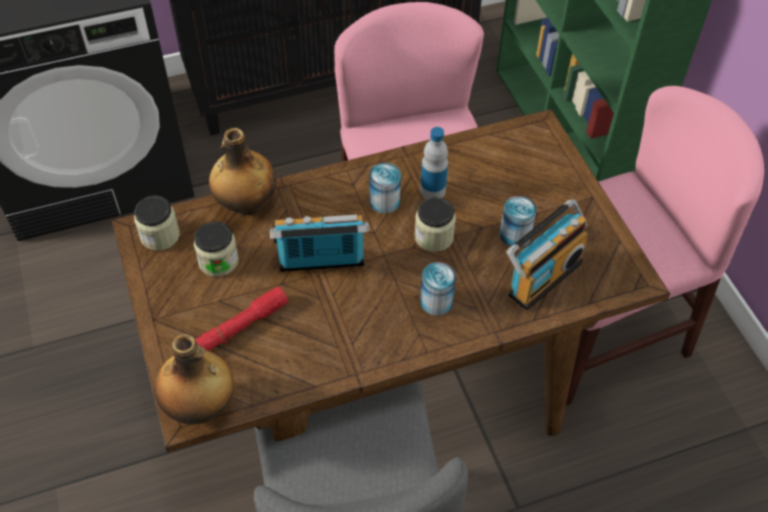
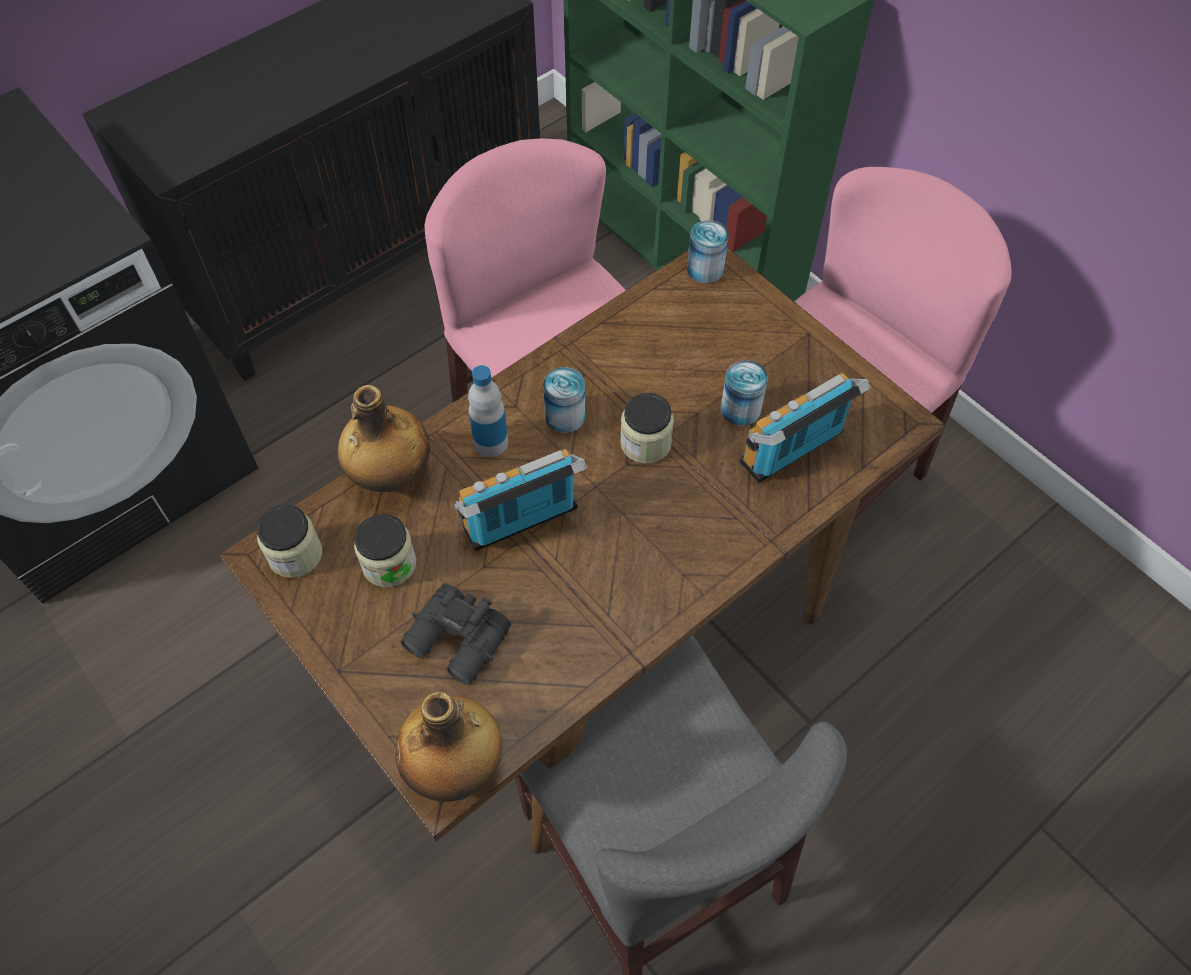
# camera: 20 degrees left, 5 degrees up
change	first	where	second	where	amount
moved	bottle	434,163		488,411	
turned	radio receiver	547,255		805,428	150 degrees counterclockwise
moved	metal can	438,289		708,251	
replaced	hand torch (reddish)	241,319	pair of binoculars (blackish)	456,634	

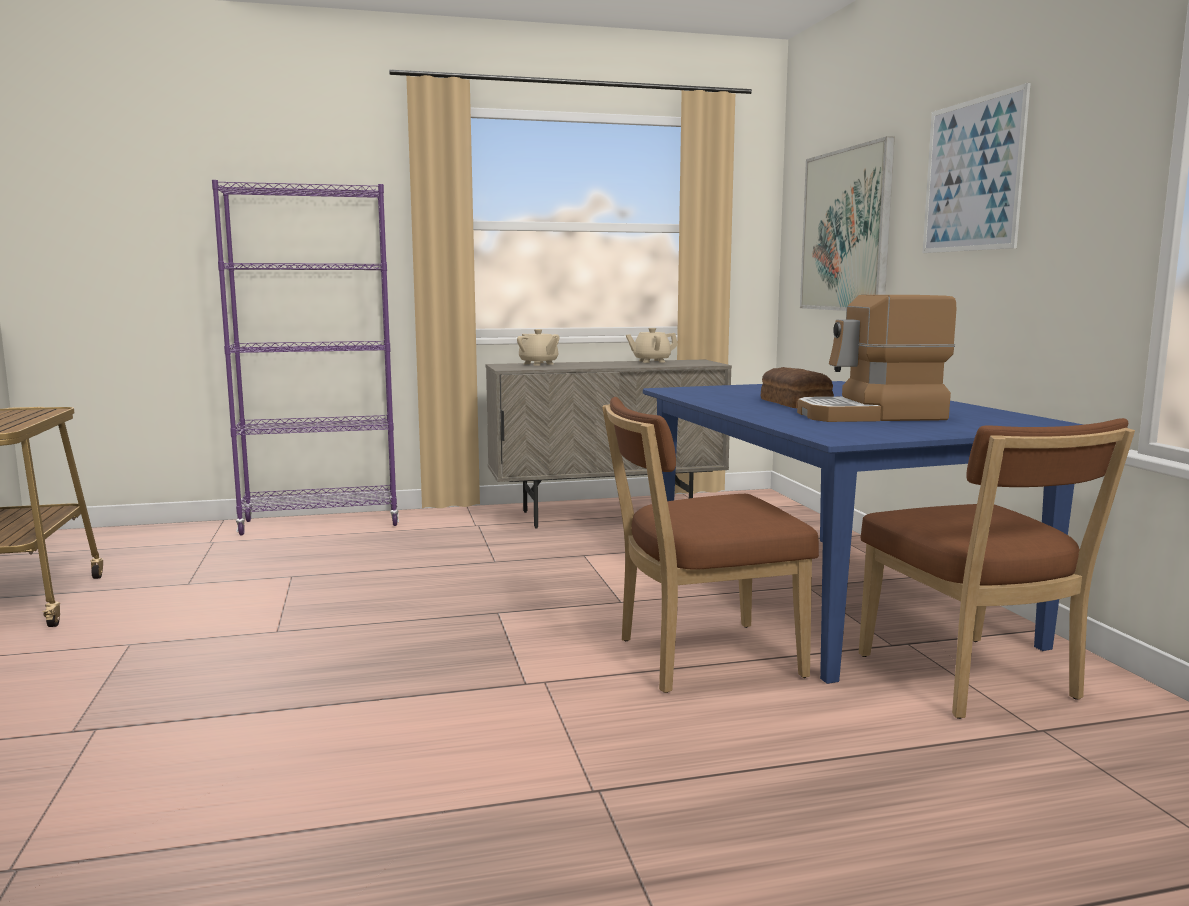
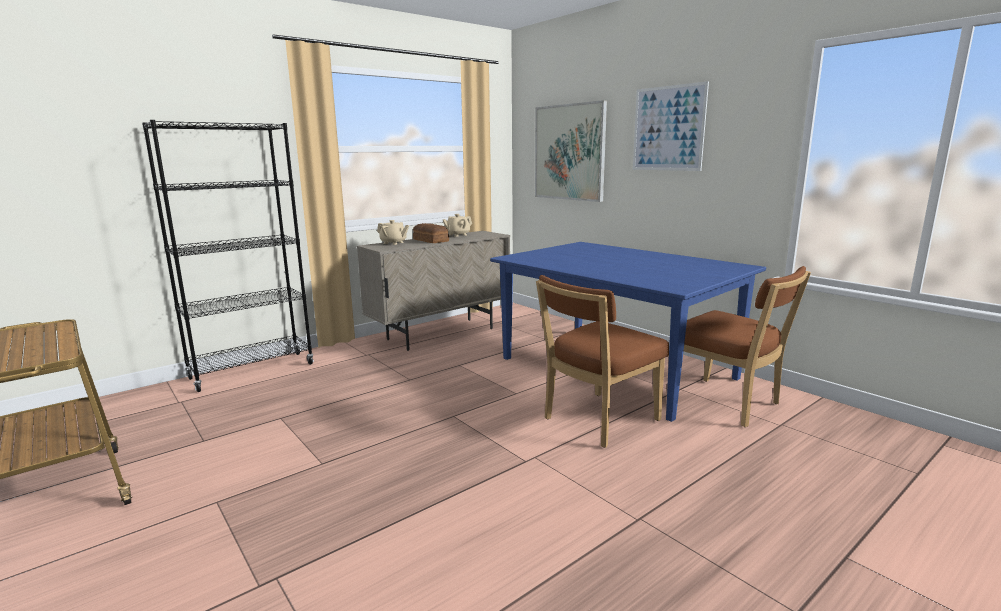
# camera: 25 degrees left, 5 degrees up
change	first	where	second	where	amount
recoloured	bookshelf (purplish)	305,357	bookshelf (blackish)	228,256	
removed	coffee brewer	877,358			
moved	baked bread	797,387		431,233	

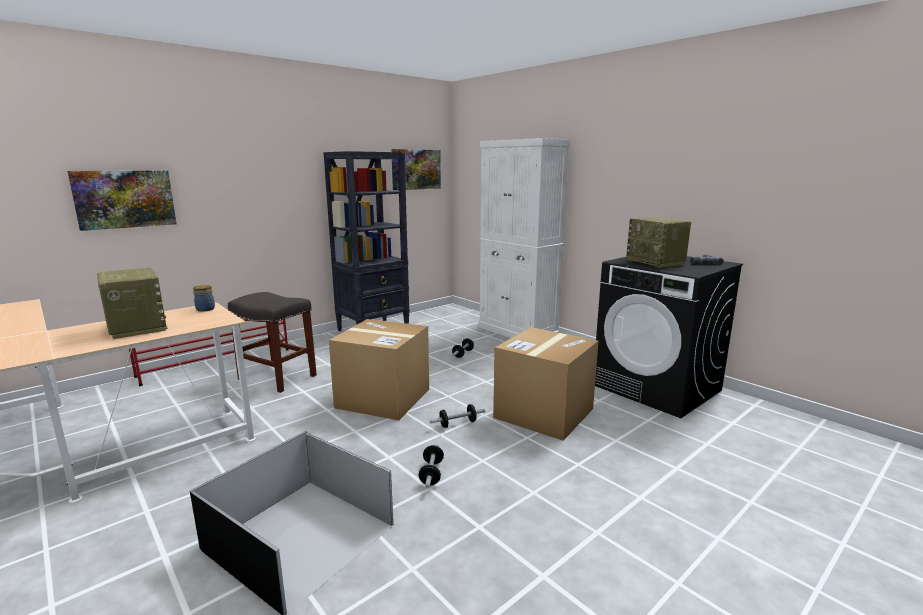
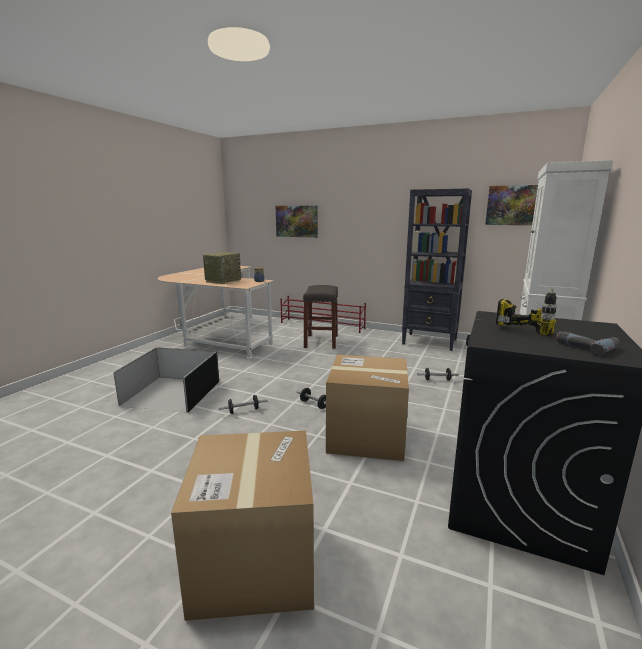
# camera: 65 degrees right, 0 degrees up
change	first	where	second	where	amount
replaced	radio receiver	658,242	drill	526,312	
moved	carton	379,369		242,525	

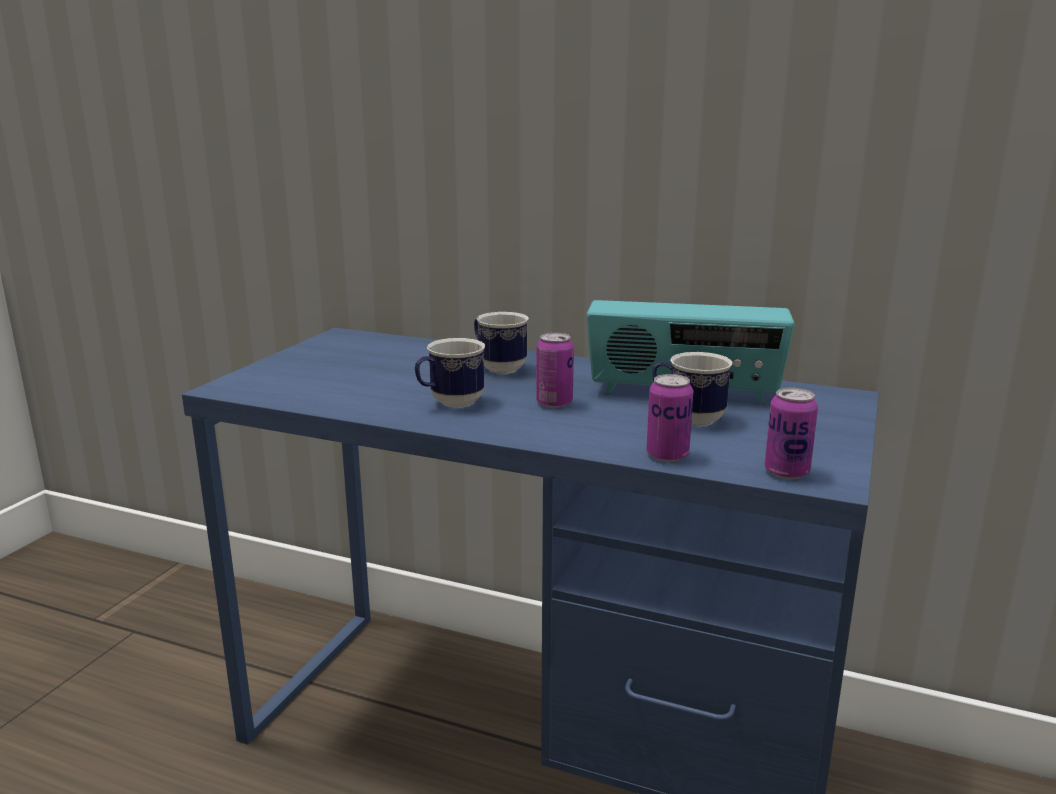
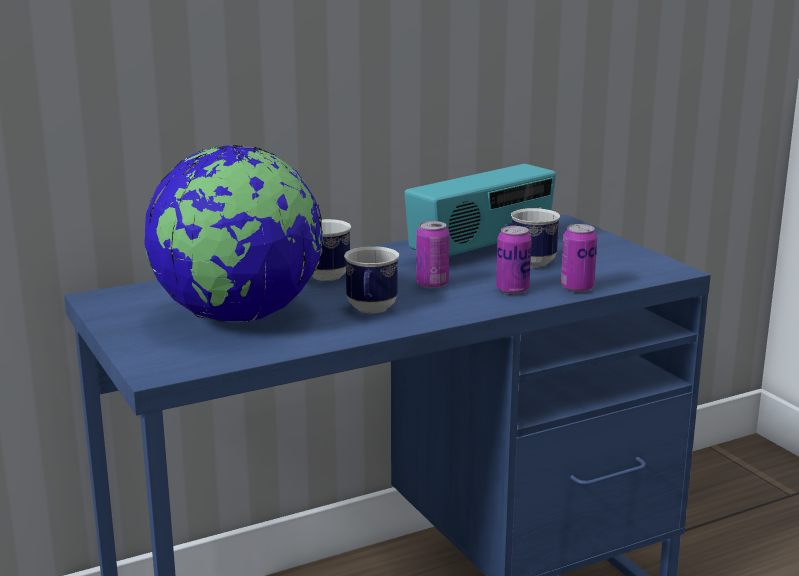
# camera: 50 degrees left, 0 degrees up
change	first	where	second	where	amount
moved	metal can	791,433		514,260	
added			desk globe	233,233	

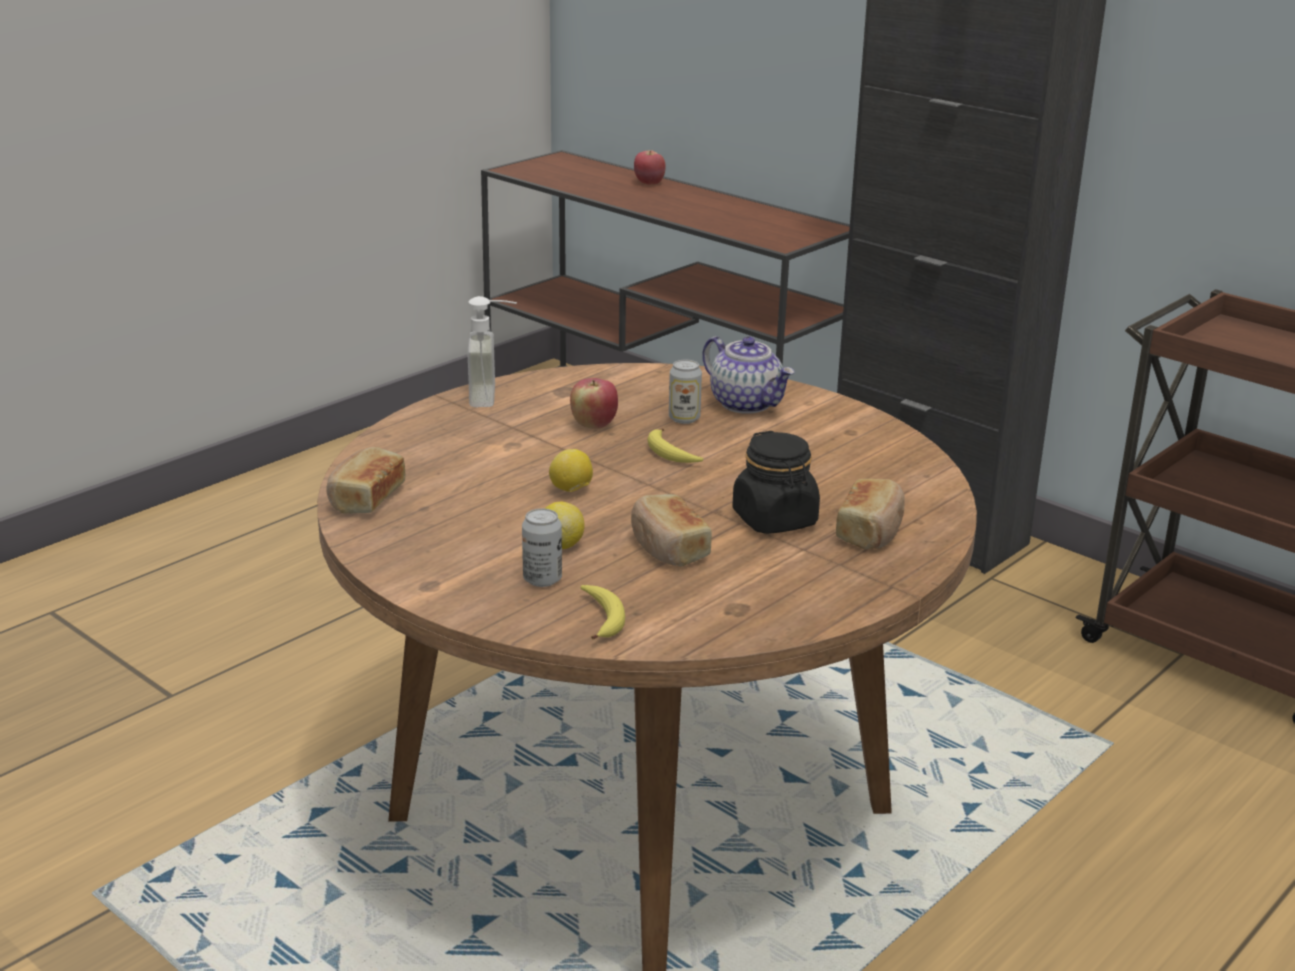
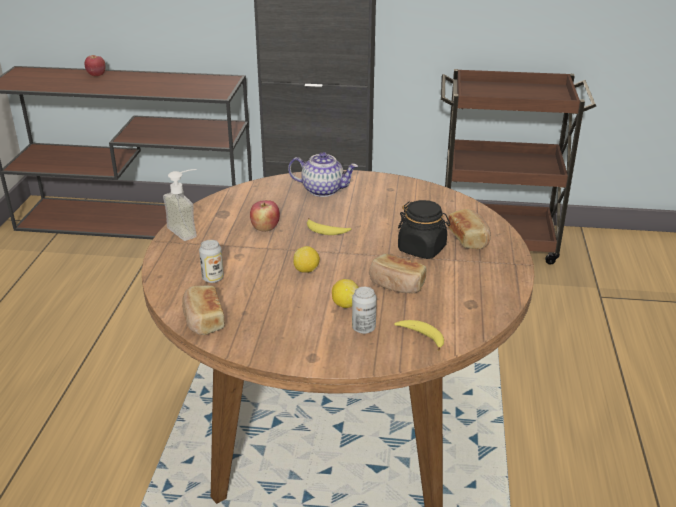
# camera: 35 degrees left, 5 degrees up
change	first	where	second	where	amount
moved	metal can	685,392		211,261	

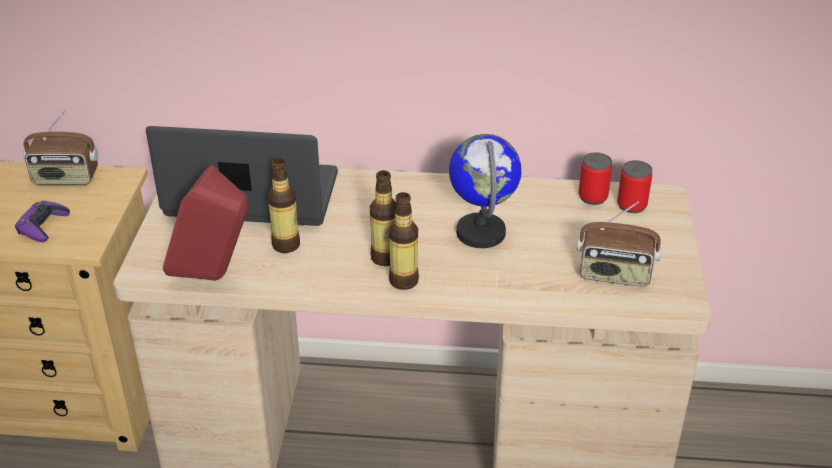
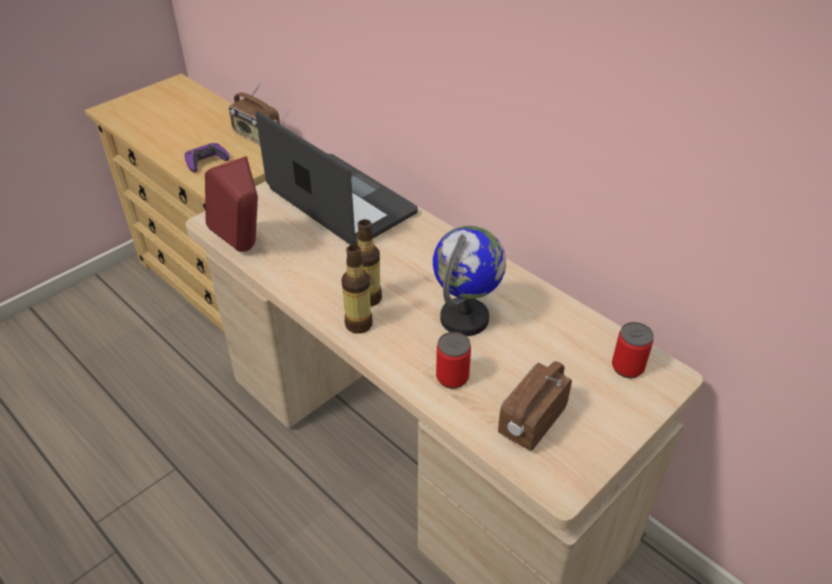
# camera: 40 degrees right, 5 degrees up
change	first	where	second	where	amount
moved	metal can	595,178		453,360	
removed	bottle	283,205			
turned	radio receiver	619,244		535,406	75 degrees clockwise

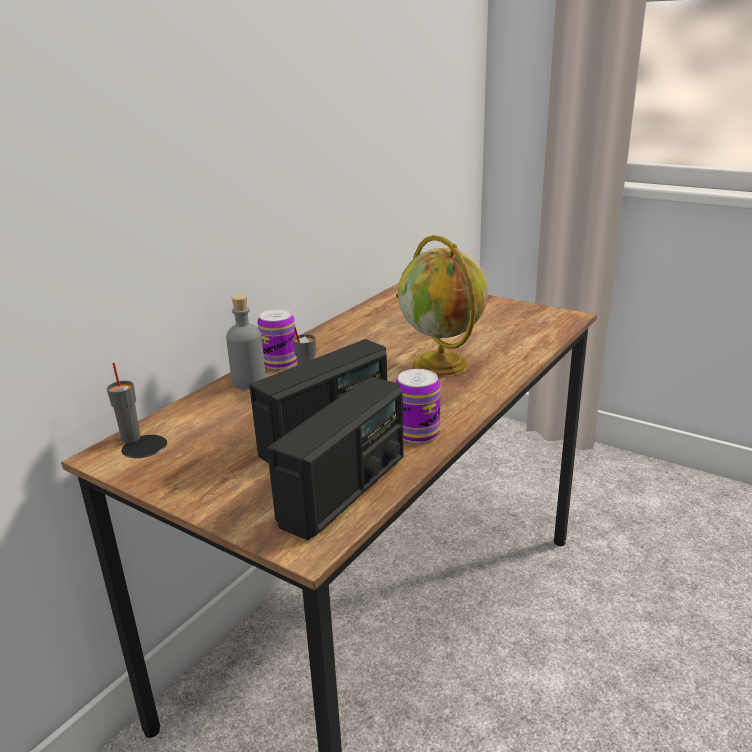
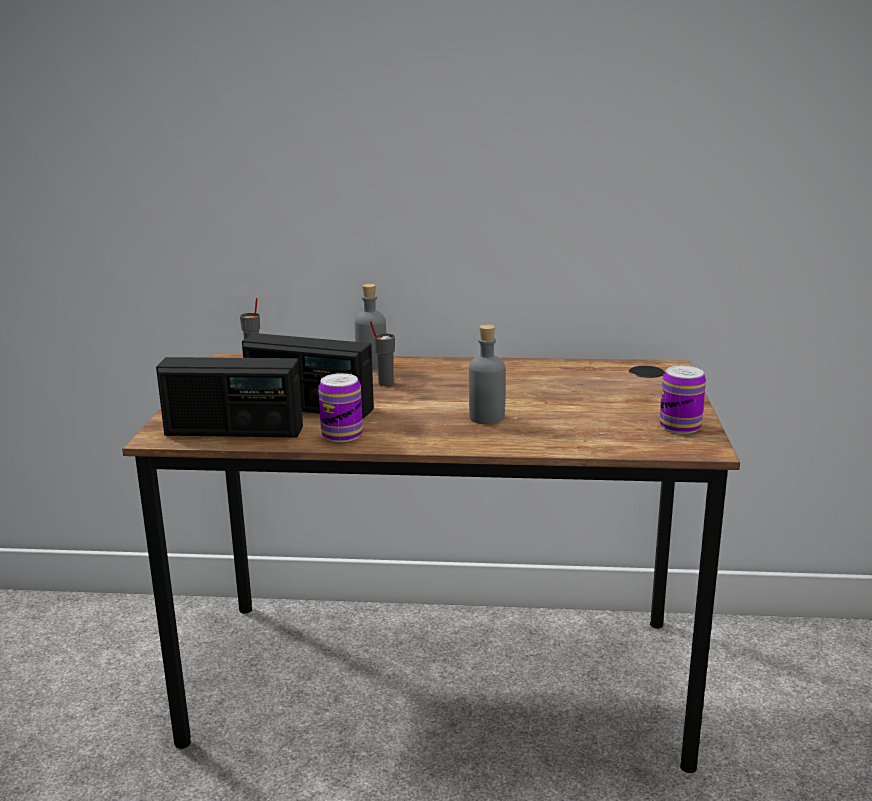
# camera: 60 degrees right, 5 degrees down
change	first	where	second	where	amount
replaced	desk globe	443,305	bottle (greyish)	487,374	
moved	metal can	277,339		683,400	

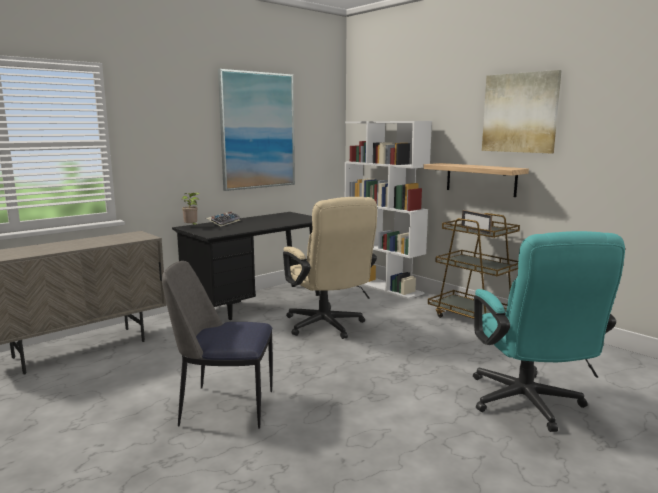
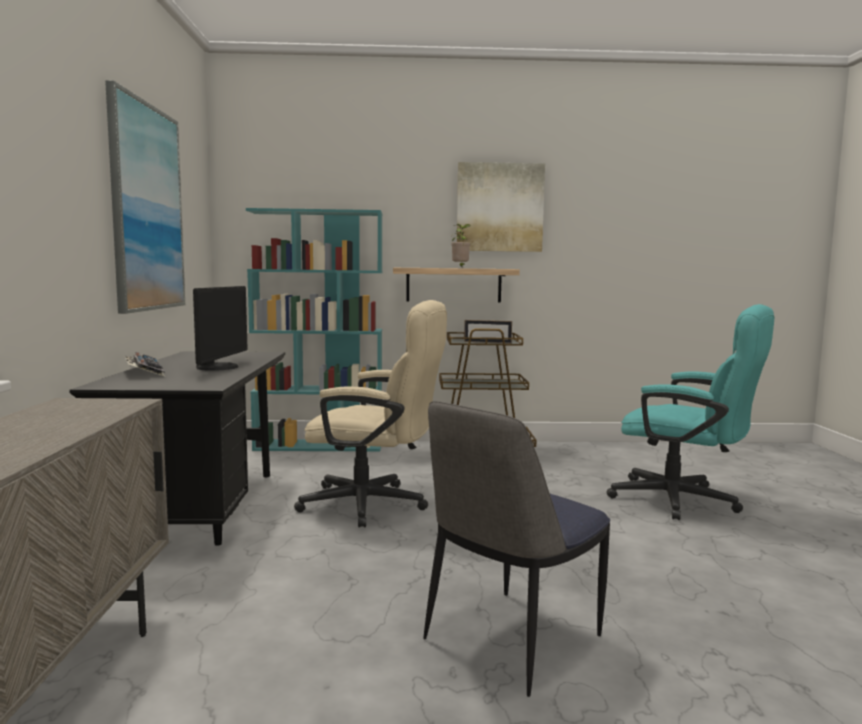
# camera: 50 degrees left, 5 degrees down
change	first	where	second	where	amount
recoloured	bookshelf (whitish)	388,210	bookshelf (blue-green)	314,329	
moved	plant in a pot	191,208		460,245	
added			computer display	220,328	

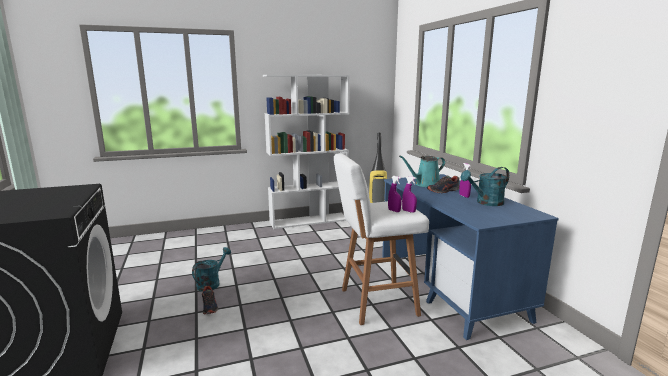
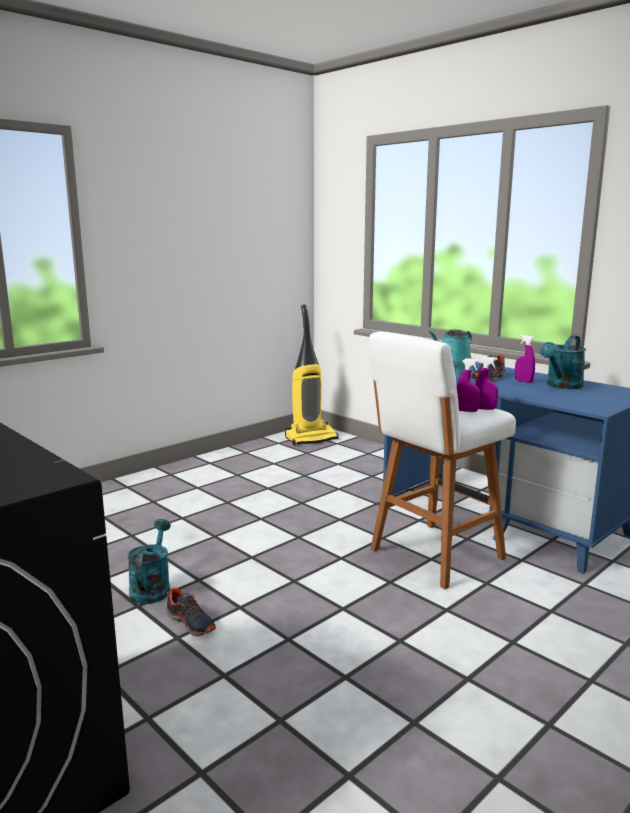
# camera: 25 degrees left, 0 degrees up
change	first	where	second	where	amount
removed	bookshelf (whitish)	306,152			

